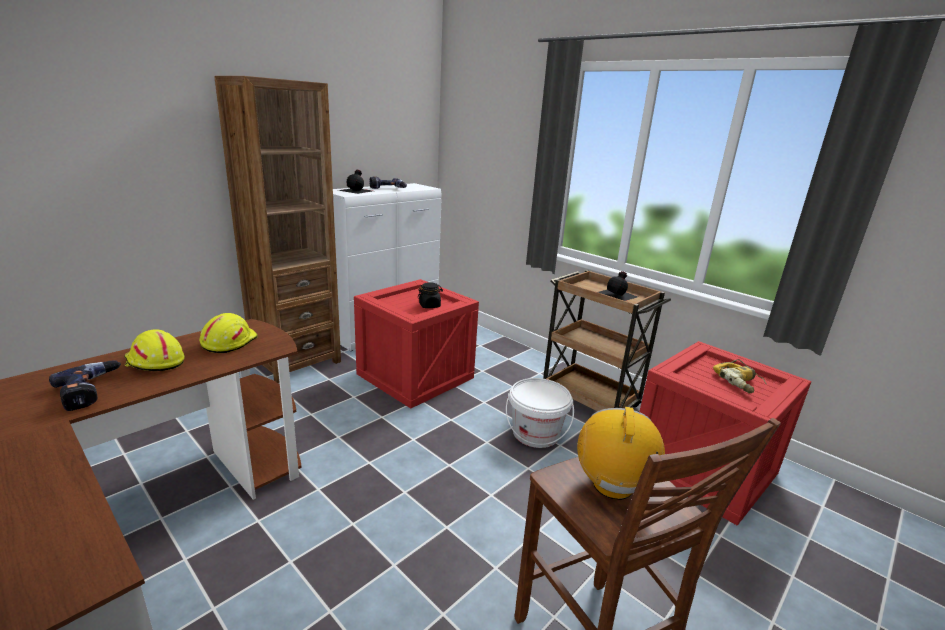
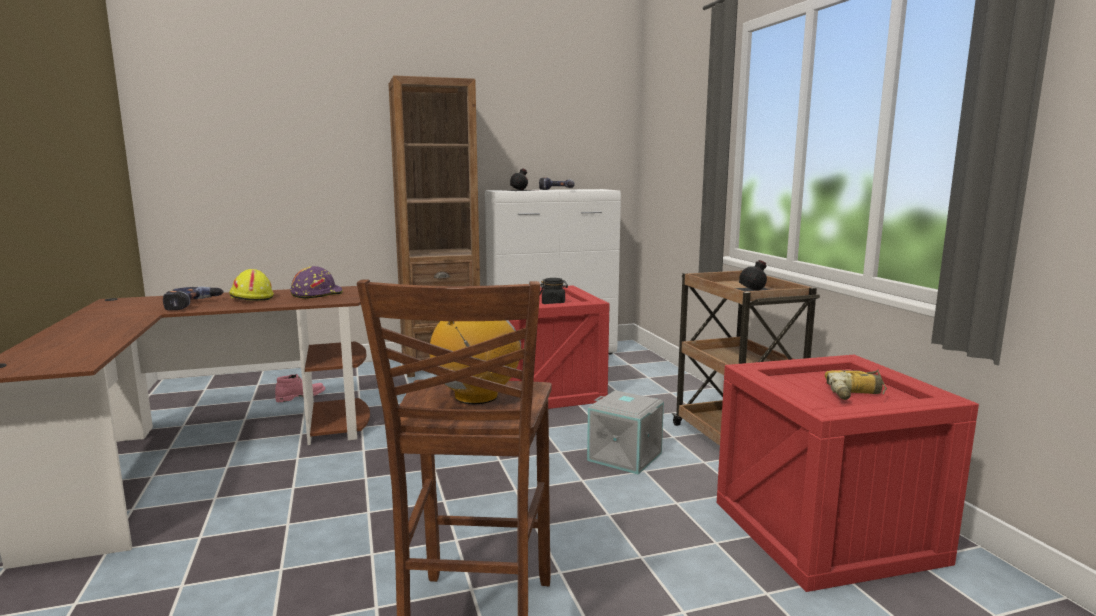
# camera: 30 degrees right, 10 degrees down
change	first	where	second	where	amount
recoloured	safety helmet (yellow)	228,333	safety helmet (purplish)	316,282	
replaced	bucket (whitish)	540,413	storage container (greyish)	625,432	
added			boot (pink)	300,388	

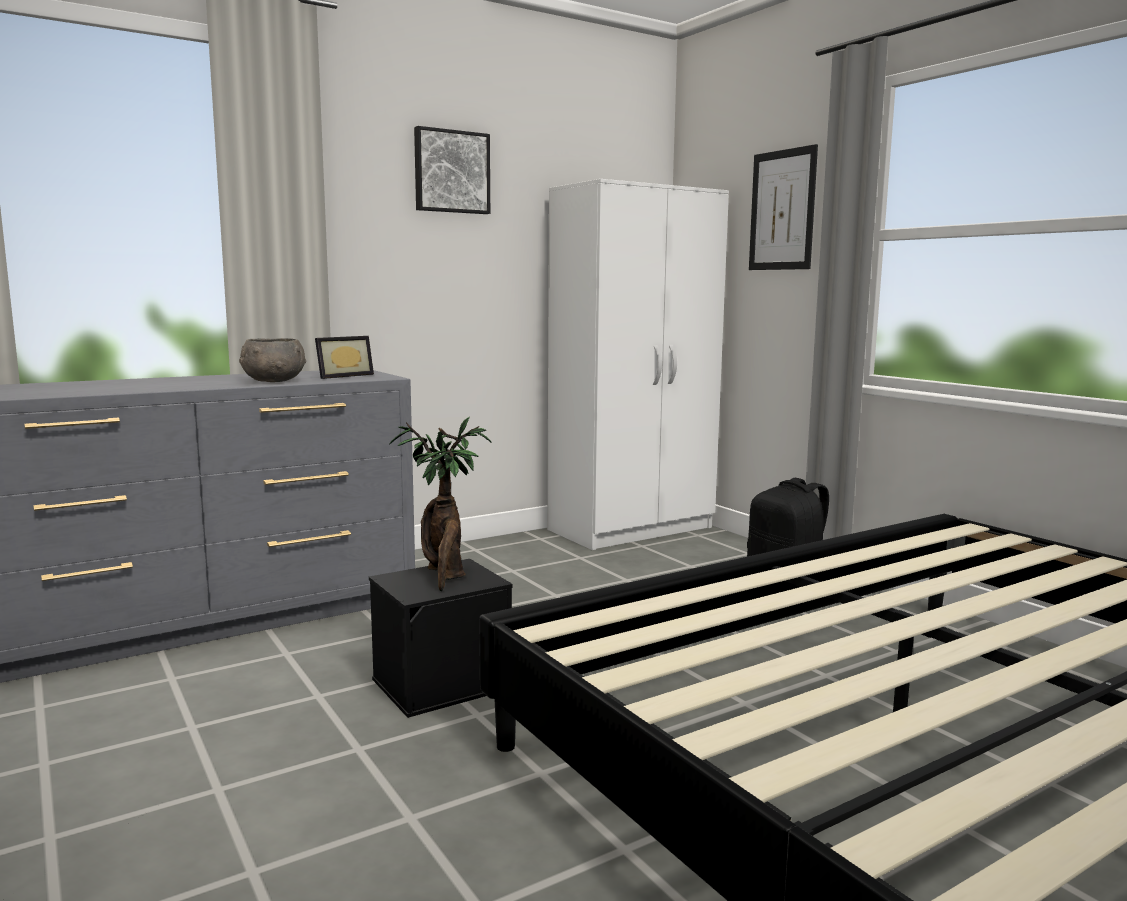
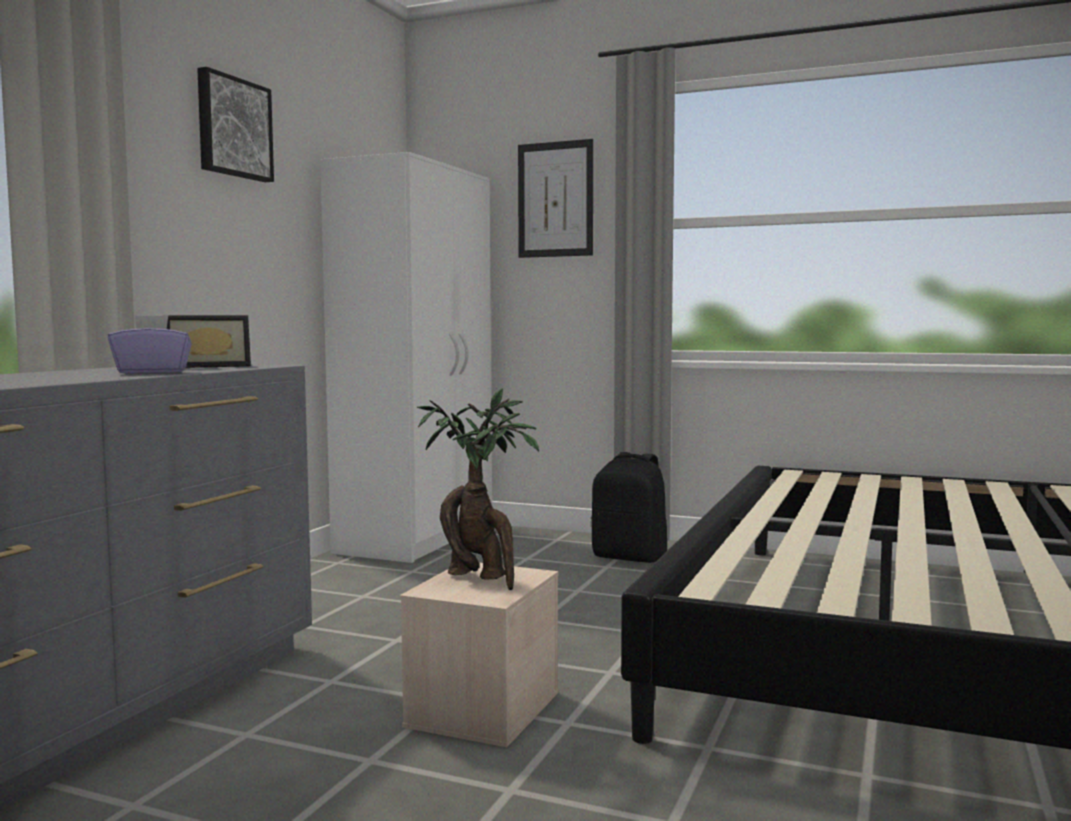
# camera: 35 degrees left, 5 degrees down
change	first	where	second	where	amount
turned	standing frame	344,357		209,341	60 degrees clockwise
replaced	bowl (greyish)	272,360	tissue holder (purplish)	150,344	
recoloured	storage container (blackish)	440,638	storage container (beige-coloured)	479,655	

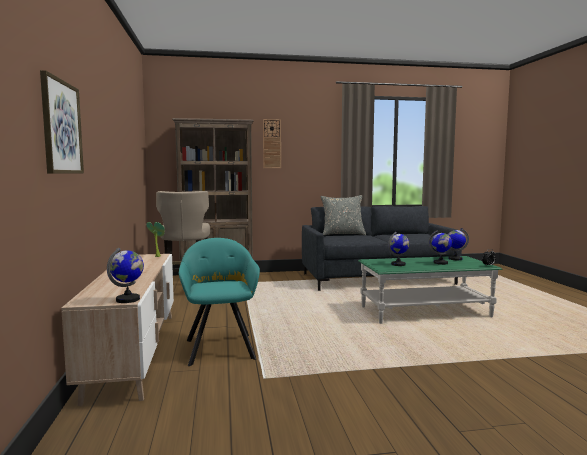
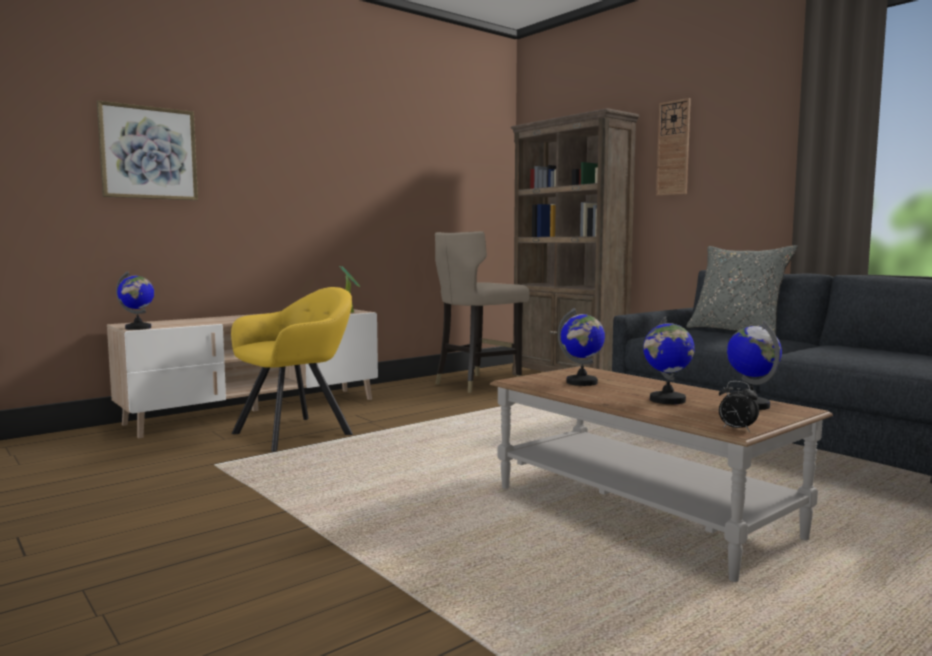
# camera: 60 degrees right, 0 degrees up
change	first	where	second	where	amount
recoloured	armchair (blue-green)	219,302	armchair (yellow)	292,369	
recoloured	coffee table (green)	430,290	coffee table (brownish)	661,474	

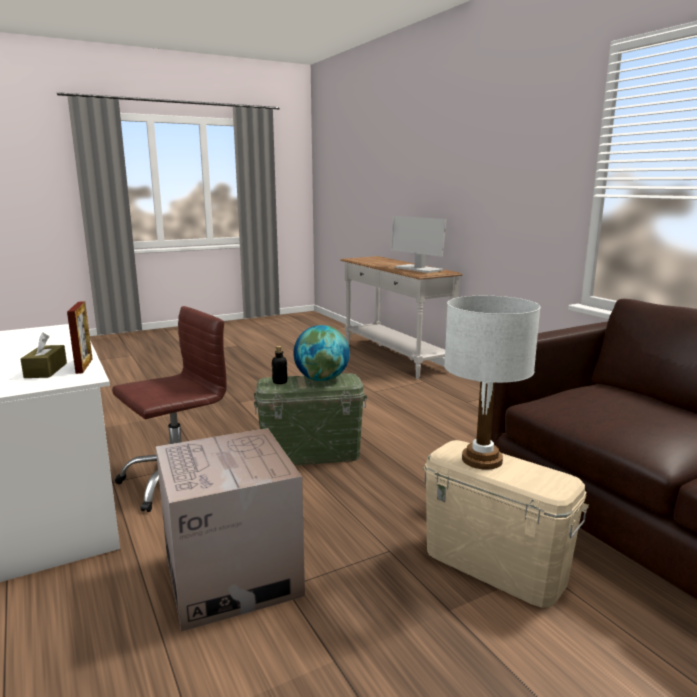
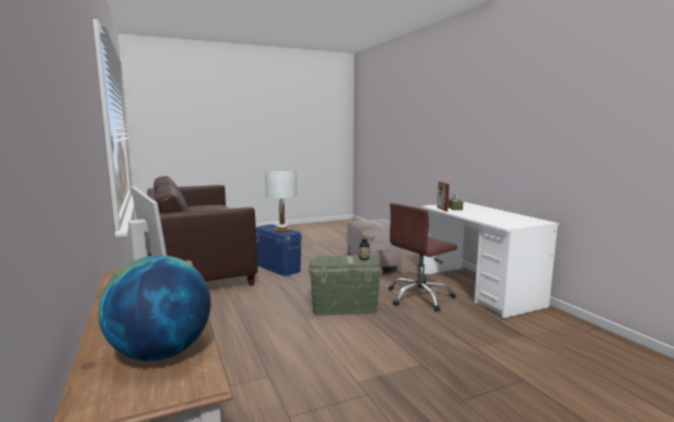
# camera: 175 degrees left, 5 degrees down
change	first	where	second	where	amount
moved	desk globe	321,353		154,308	
recoloured	storage container (beige-coloured)	506,524	storage container (bluish)	279,250	

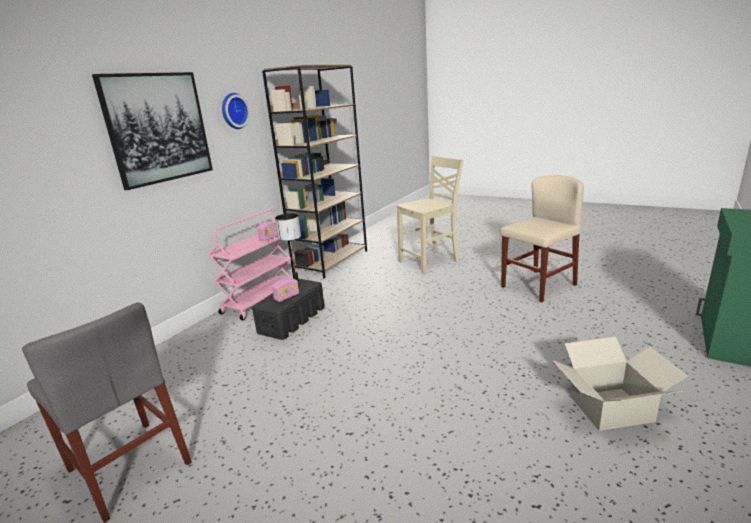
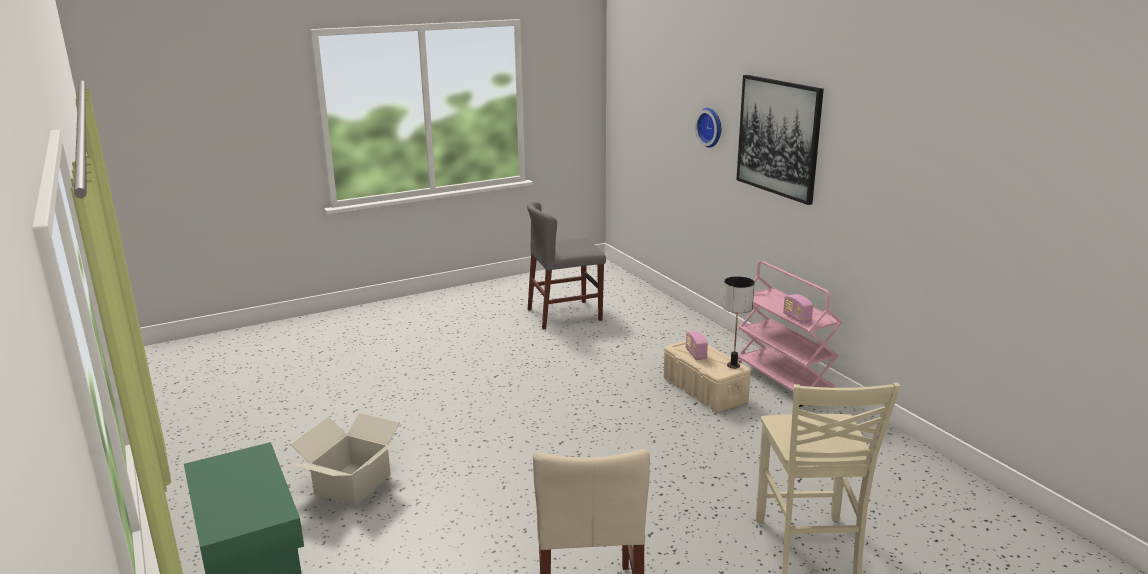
# camera: 120 degrees right, 0 degrees up
change	first	where	second	where	amount
removed	bookshelf (brownish)	314,171			
moved	wall clock	236,111		708,128	
recoloured	storage container (blackish)	288,309	storage container (beige-coloured)	707,376	

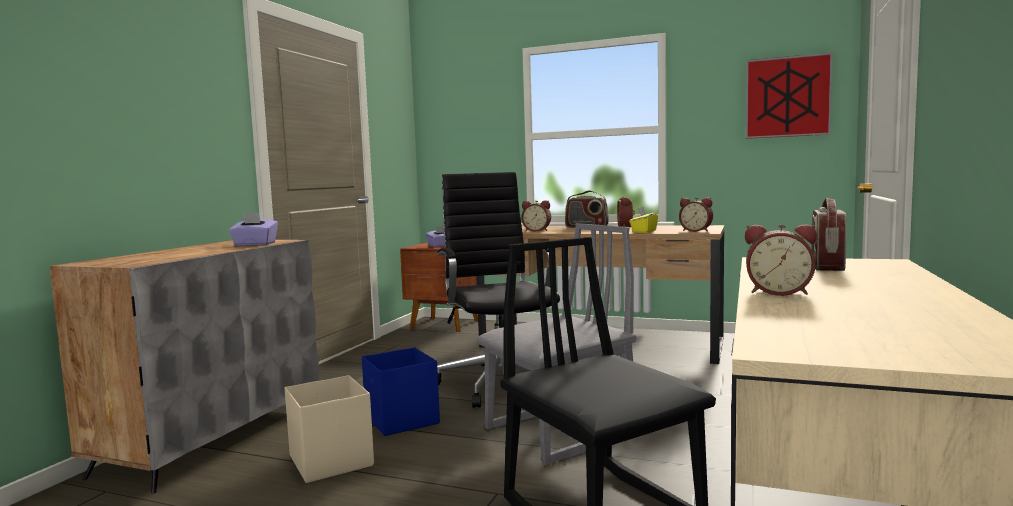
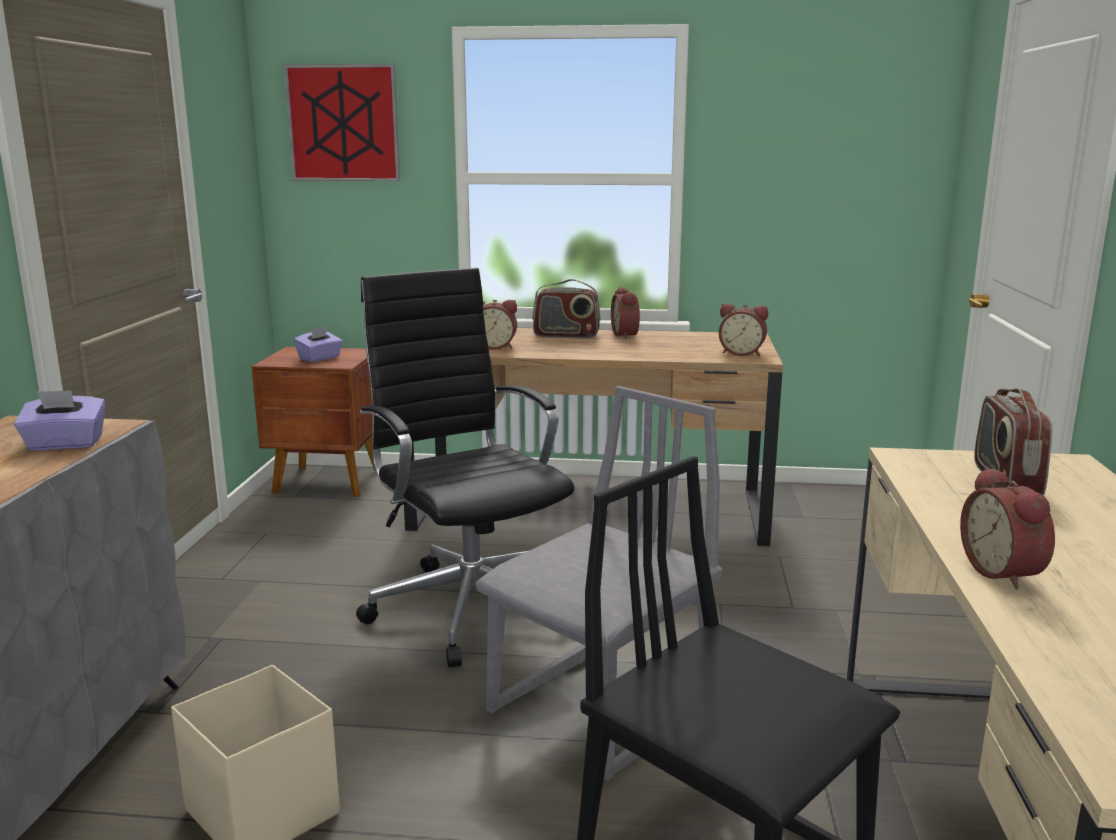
# camera: 15 degrees left, 10 degrees up
change	first	where	second	where	amount
moved	wall art	789,95		342,122	
removed	tissue holder (yellow)	643,220			
turned	alarm clock	781,260		1007,528	75 degrees clockwise
removed	storage container (bluish)	401,391			

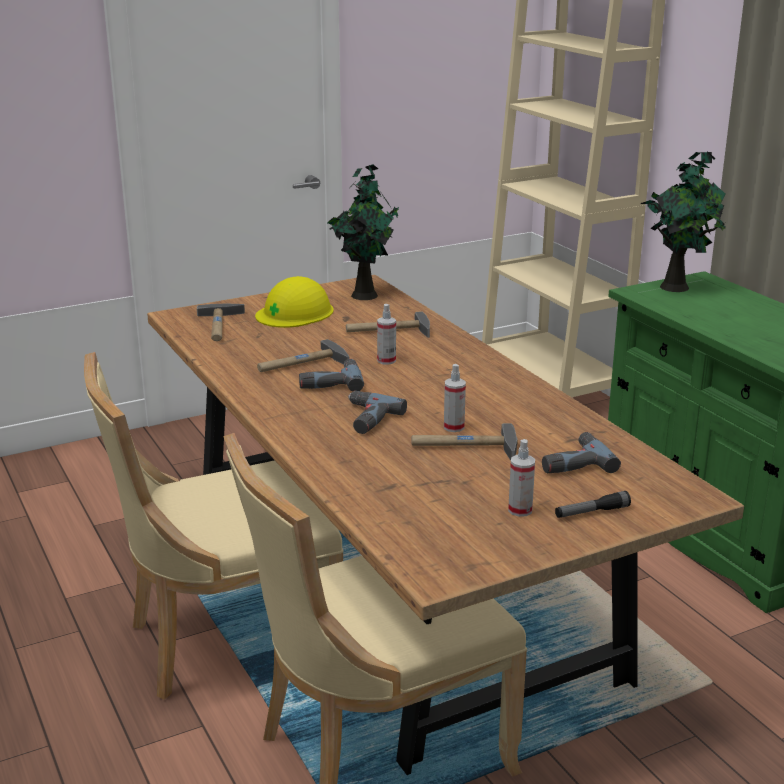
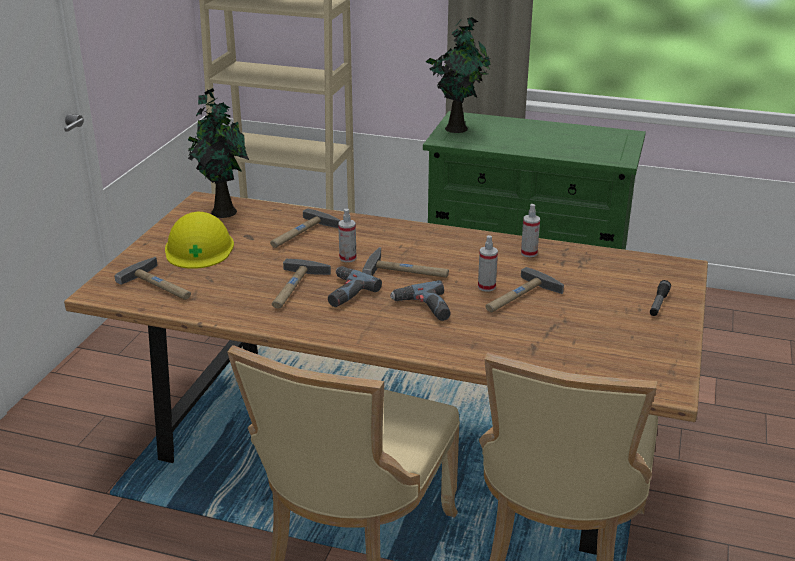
# camera: 45 degrees left, 5 degrees up
change	first	where	second	where	amount
removed	drill	581,452			
moved	spray bottle	521,478		530,230	
added			hand hammer	405,262	

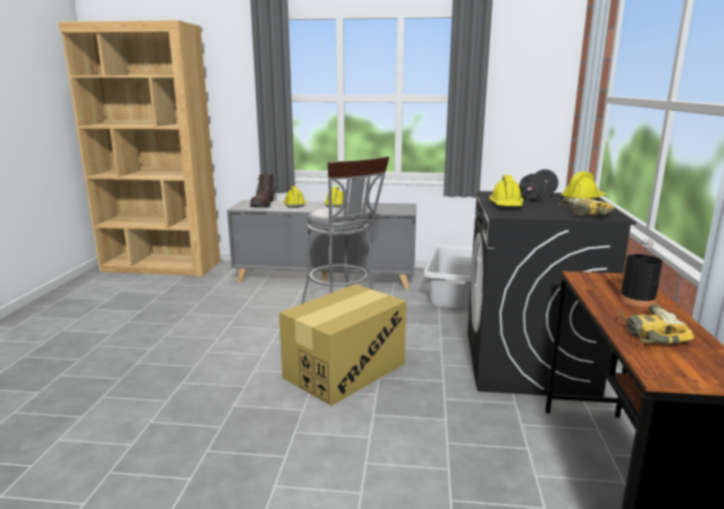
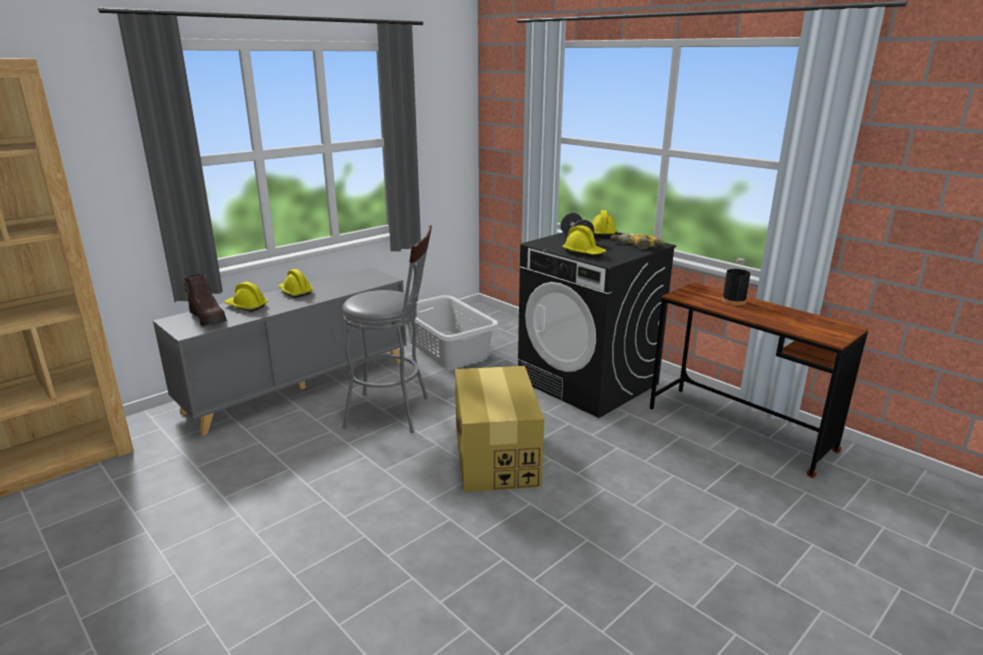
# camera: 50 degrees left, 5 degrees up
change	first	where	second	where	amount
removed	drill	657,324			

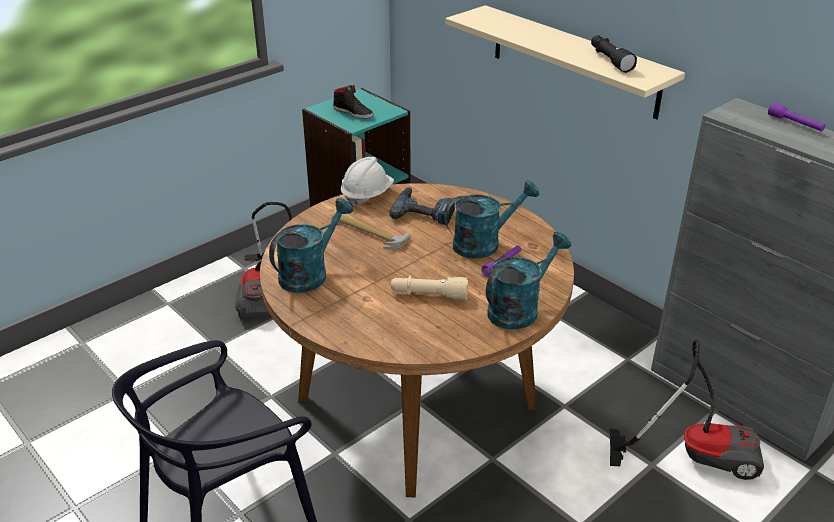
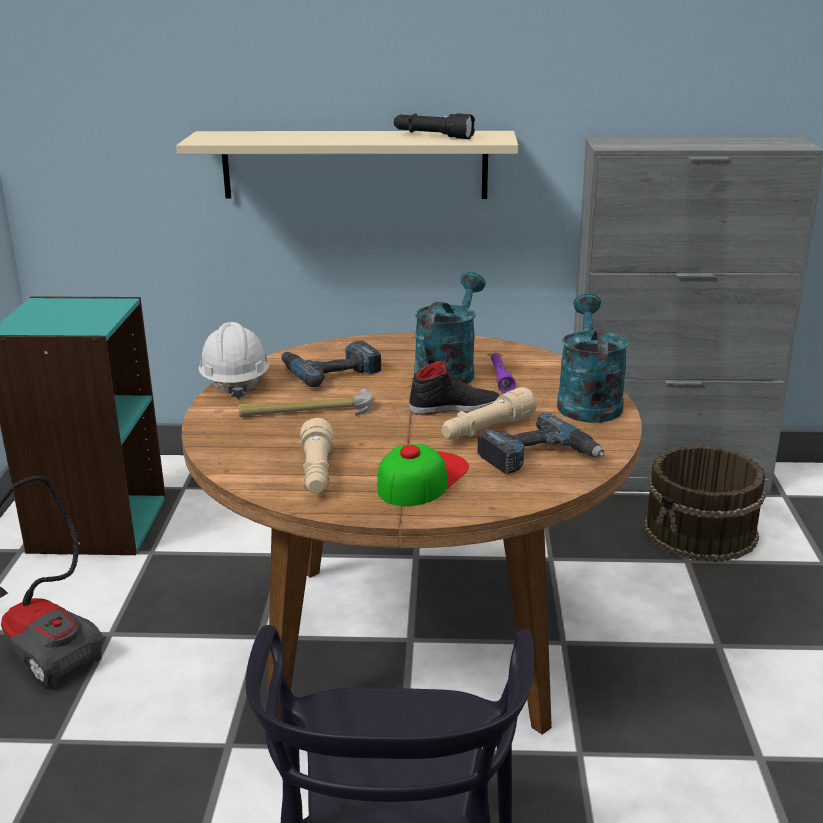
# camera: 45 degrees left, 10 degrees down
change	first	where	second	where	amount
moved	item of footwear (blackish)	353,102		455,387	
removed	hand torch (purplish)	796,116			
replaced	watering can (blue-green)	311,245	hand torch (beige-coloured)	316,455	
replaced	hoover	686,410	bucket (brownish)	705,503	
added			drill	540,443	
added			baseball cap	423,475	

